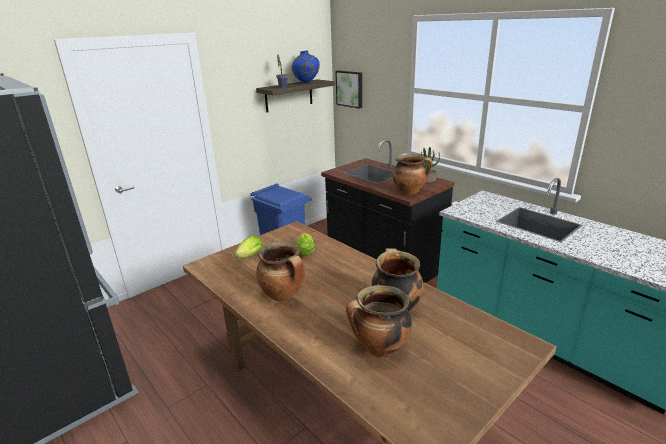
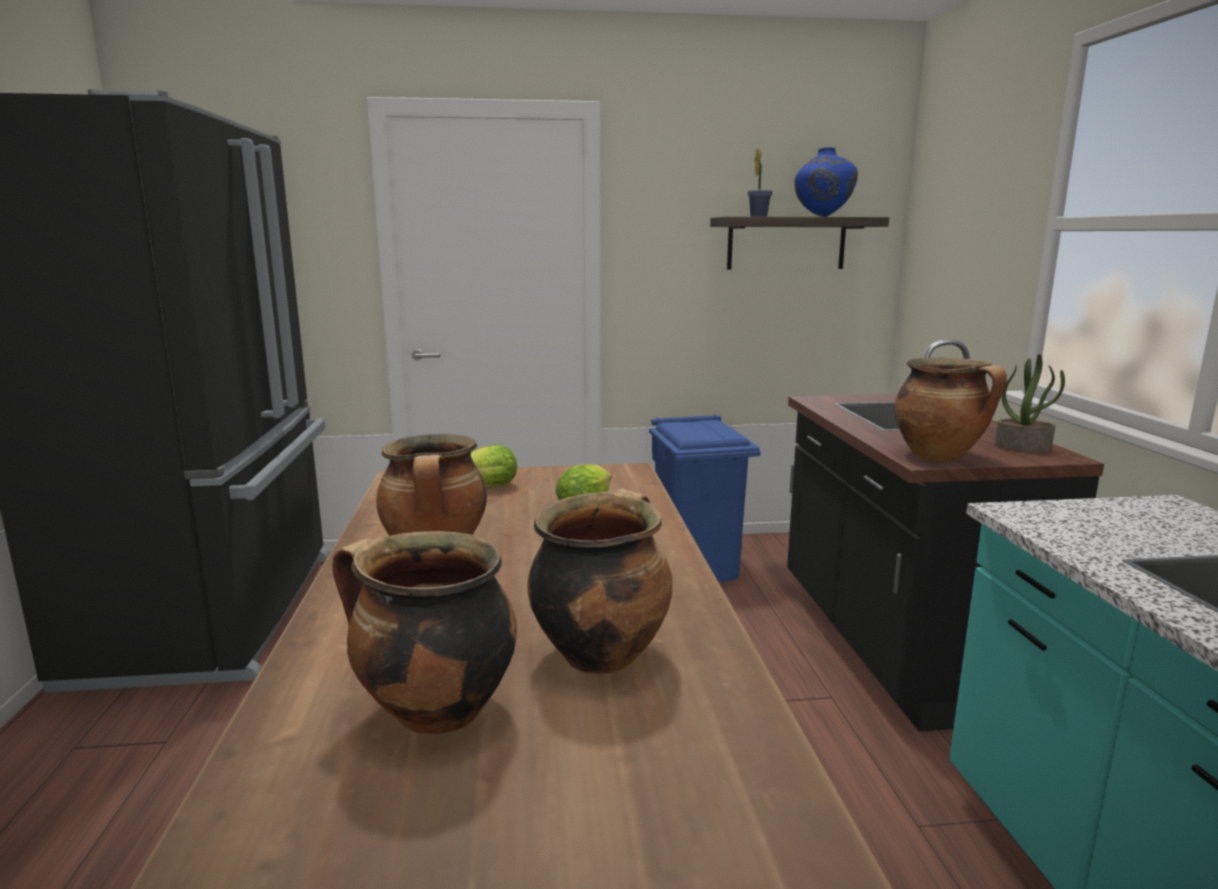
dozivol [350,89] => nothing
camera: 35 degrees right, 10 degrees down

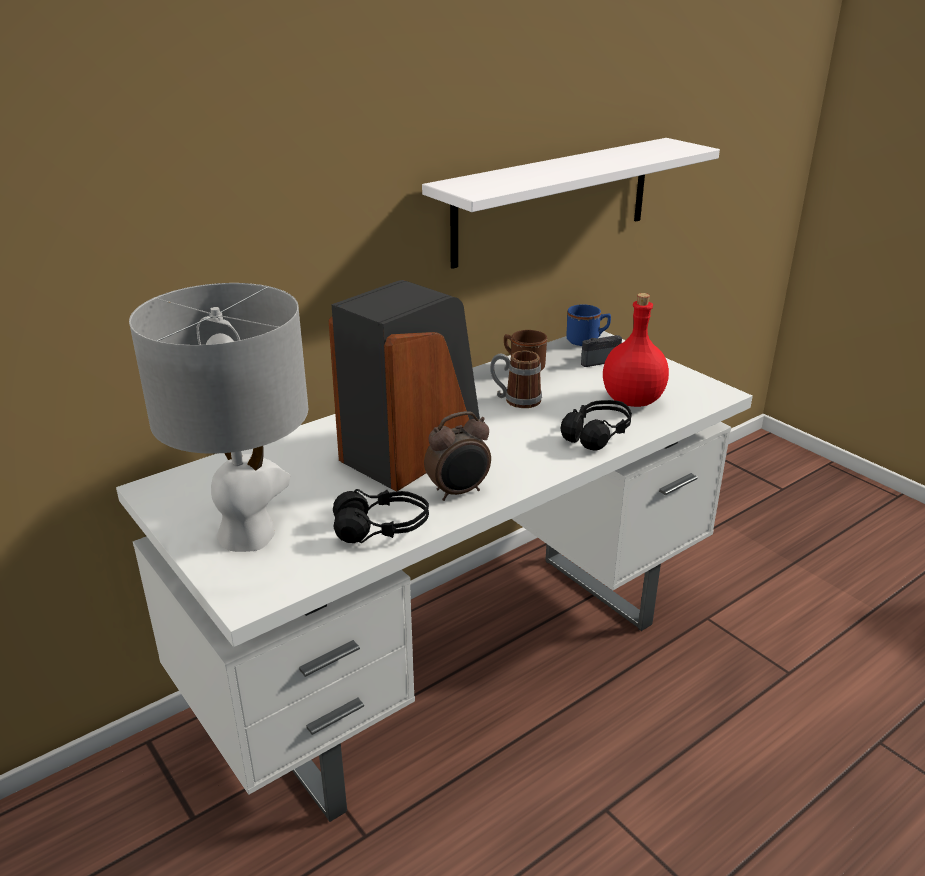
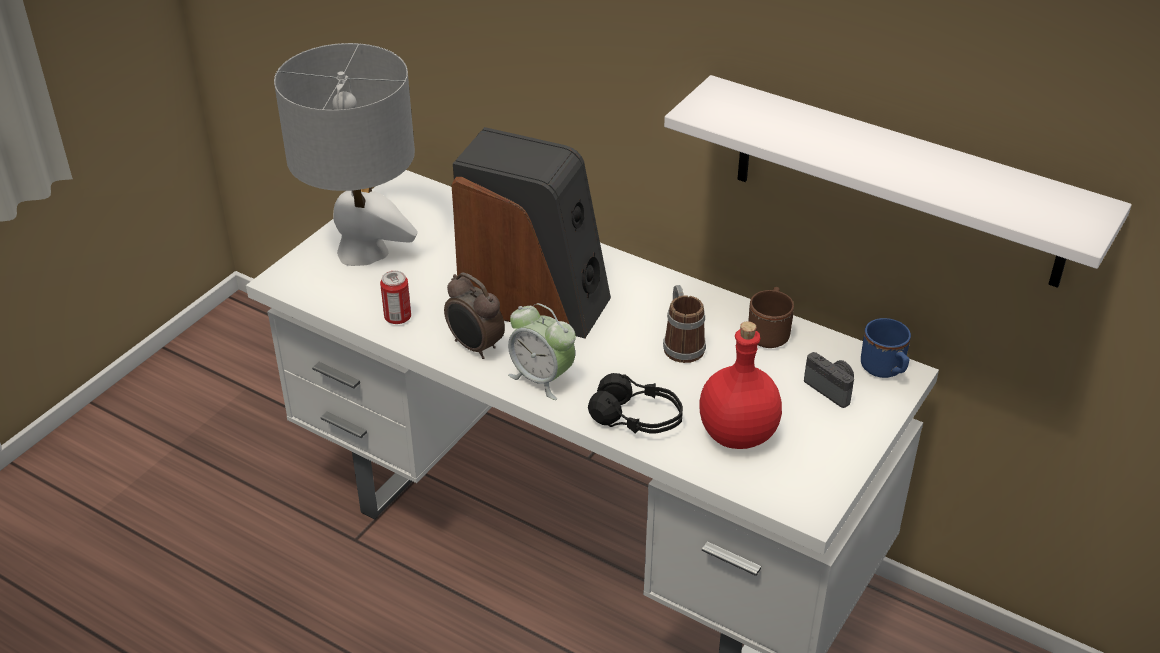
nothing => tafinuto [542,378]
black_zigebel [382,528] => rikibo [398,318]
camera: 70 degrees right, 10 degrees up

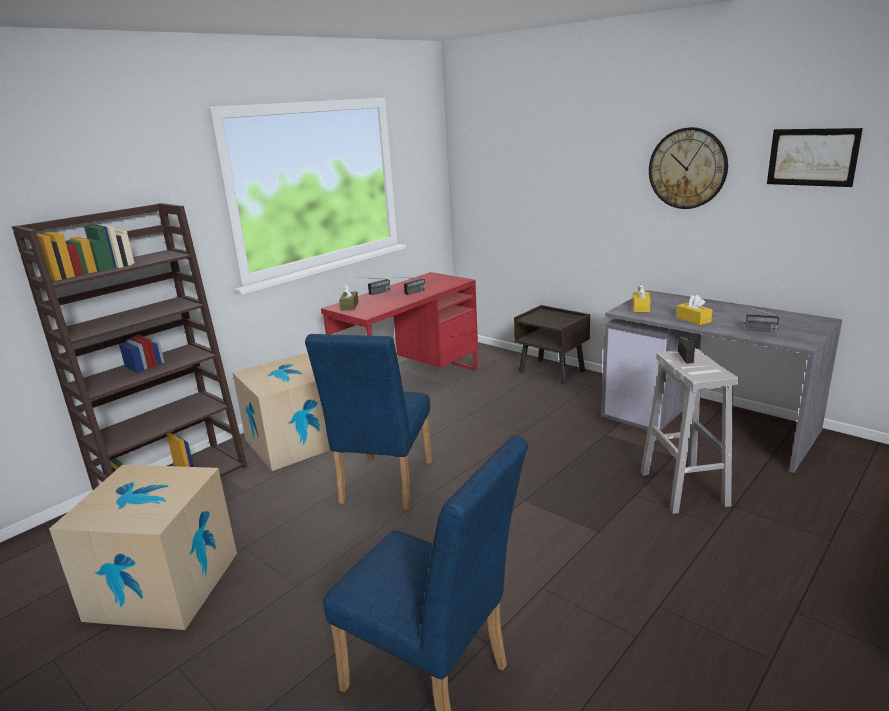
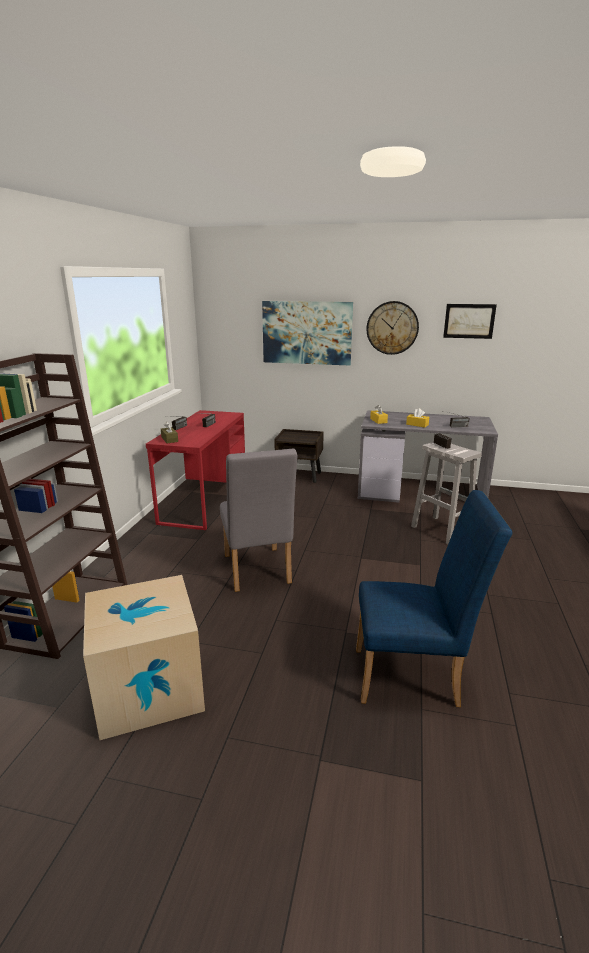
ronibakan [294,442] => nothing
nothing => dozivol [307,333]
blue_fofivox [383,486] => grey_fofivox [257,572]
camera: 30 degrees left, 0 degrees up

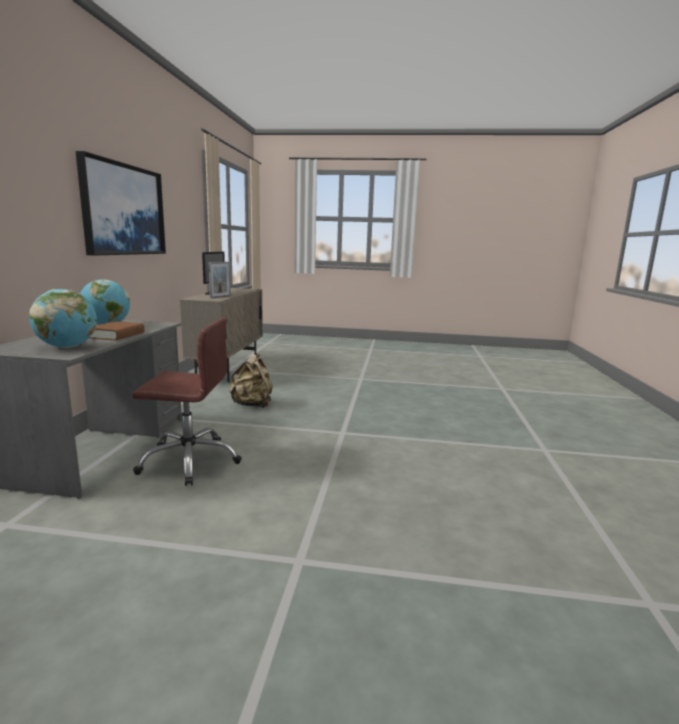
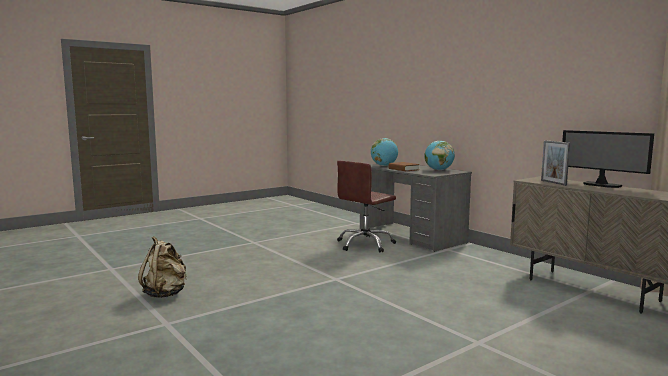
dozivol [124,210] => nothing
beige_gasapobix [252,405] => beige_gasapobix [165,294], moved
camera: 135 degrees right, 5 degrees down

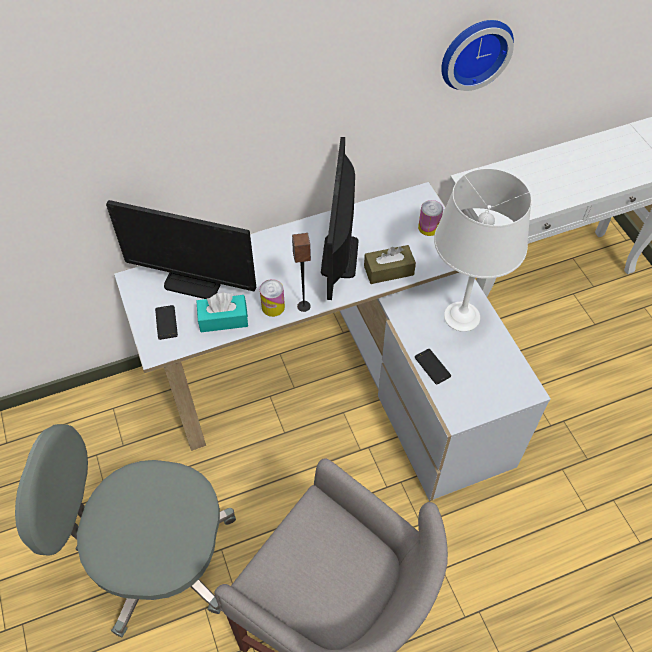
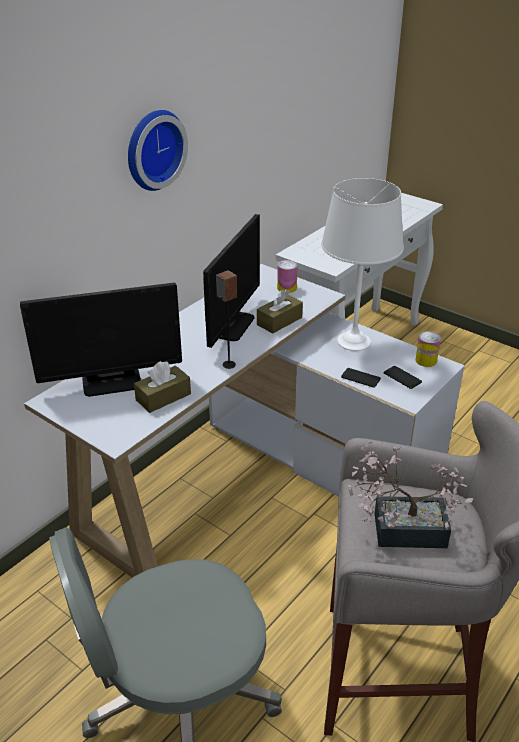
nothing => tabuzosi [400,529]
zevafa [166,322] => zevafa [402,377], moved
rikibo [273,307] => rikibo [426,360], moved
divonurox [474,51] => divonurox [152,149], moved
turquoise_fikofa [223,319] => brown_fikofa [163,397]
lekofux [340,256] => lekofux [231,325], 135 degrees counterclockwise
camera: 30 degrees left, 20 degrees down

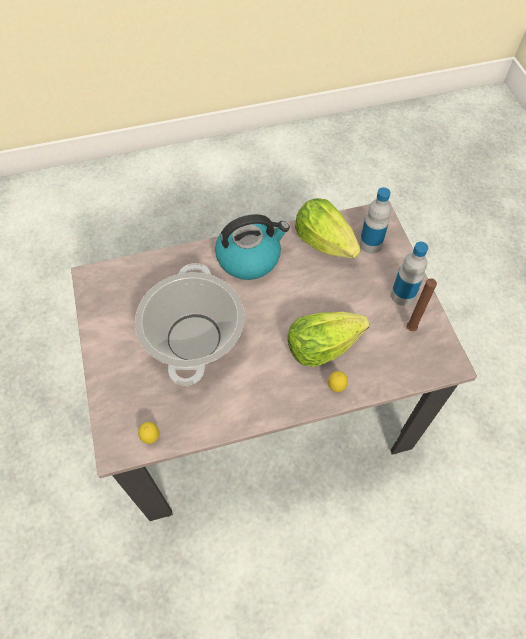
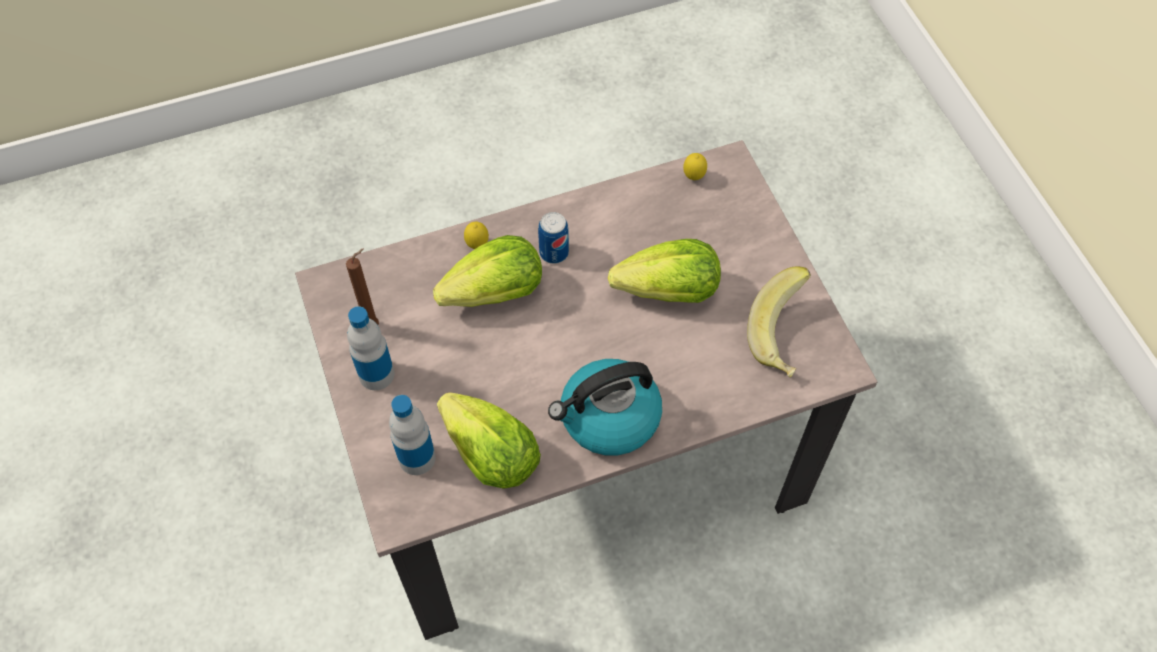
nothing => rikibo [554,253]
nothing => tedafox [783,336]
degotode [193,338] => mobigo [669,292]
camera: 175 degrees right, 0 degrees up

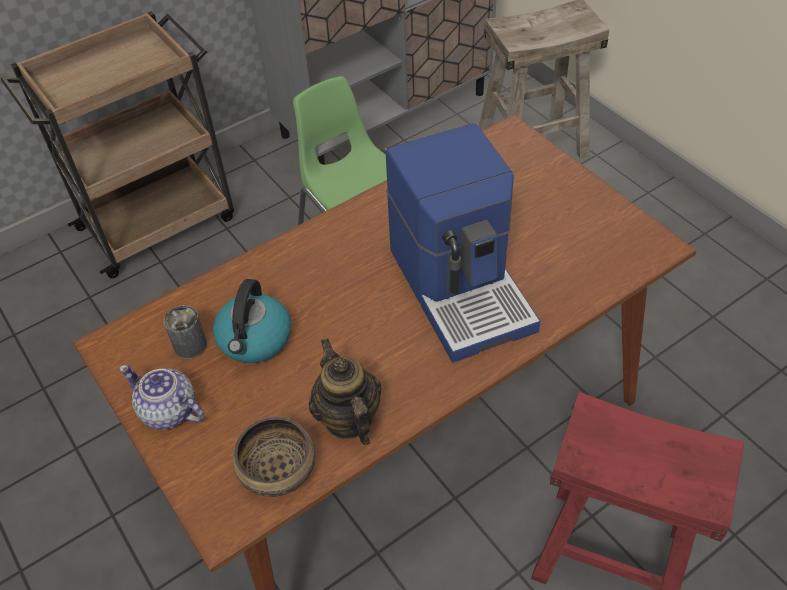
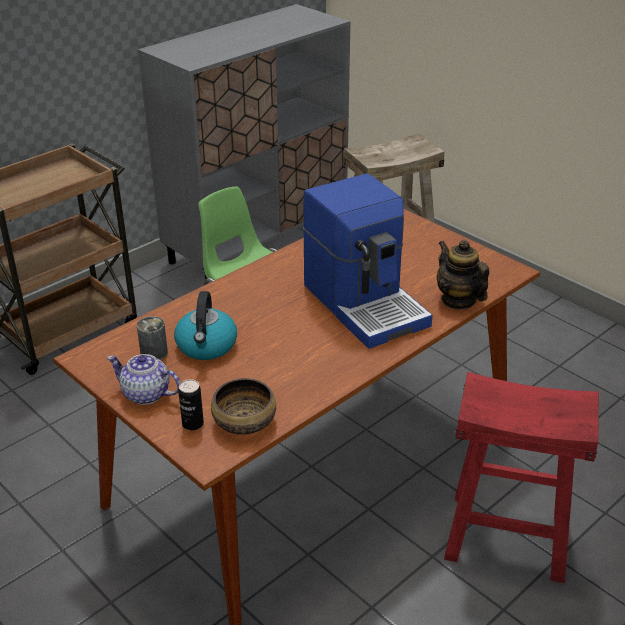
nothing => rikibo [193,424]
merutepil [348,418] => merutepil [458,300], moved
camera: 10 degrees left, 15 degrees down

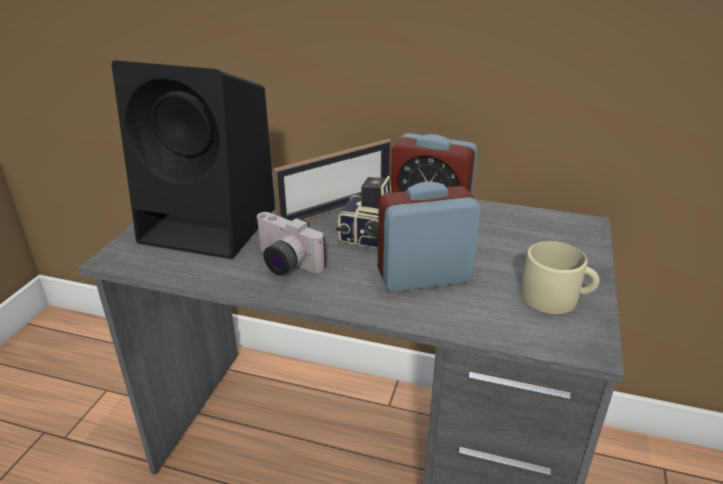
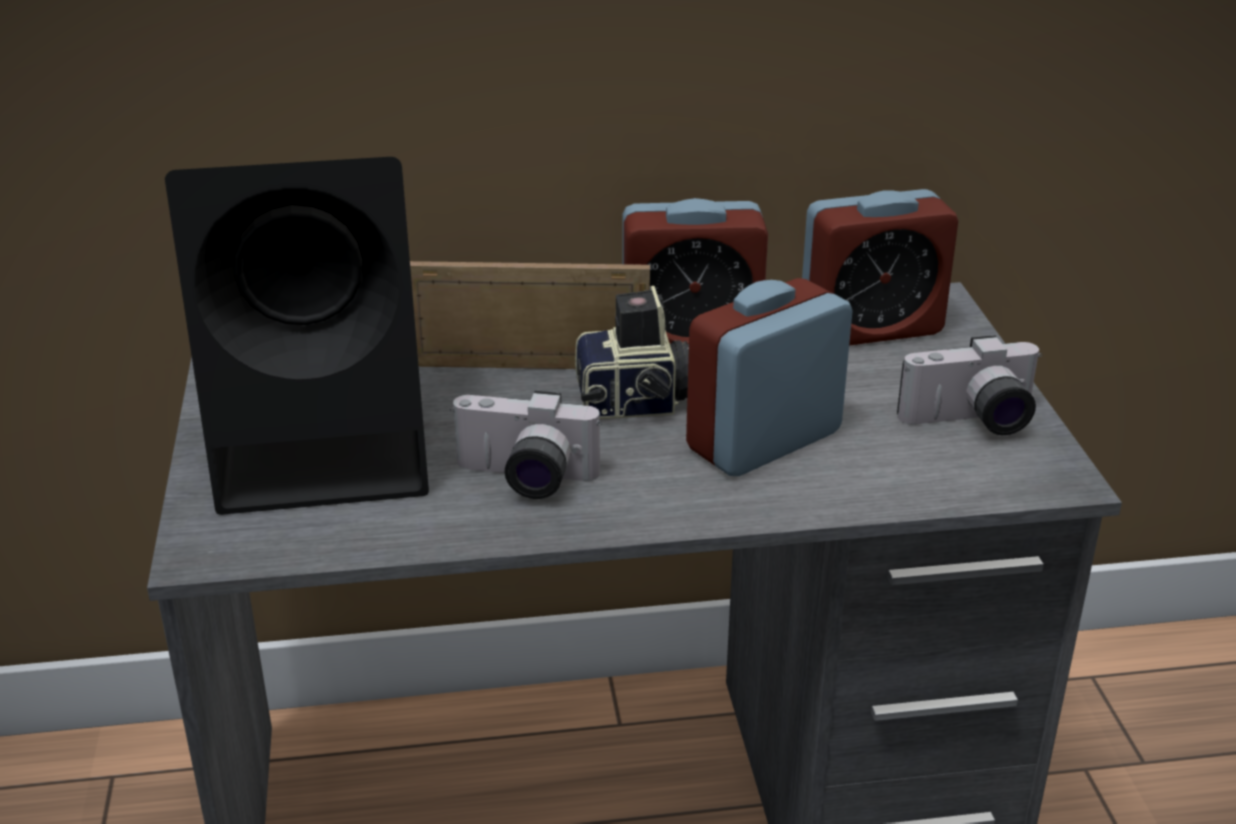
nothing => tafinuto [870,328]
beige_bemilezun [556,298] => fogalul [972,422]
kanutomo [336,208] => kanutomo [528,365], 120 degrees counterclockwise
camera: 25 degrees left, 0 degrees up

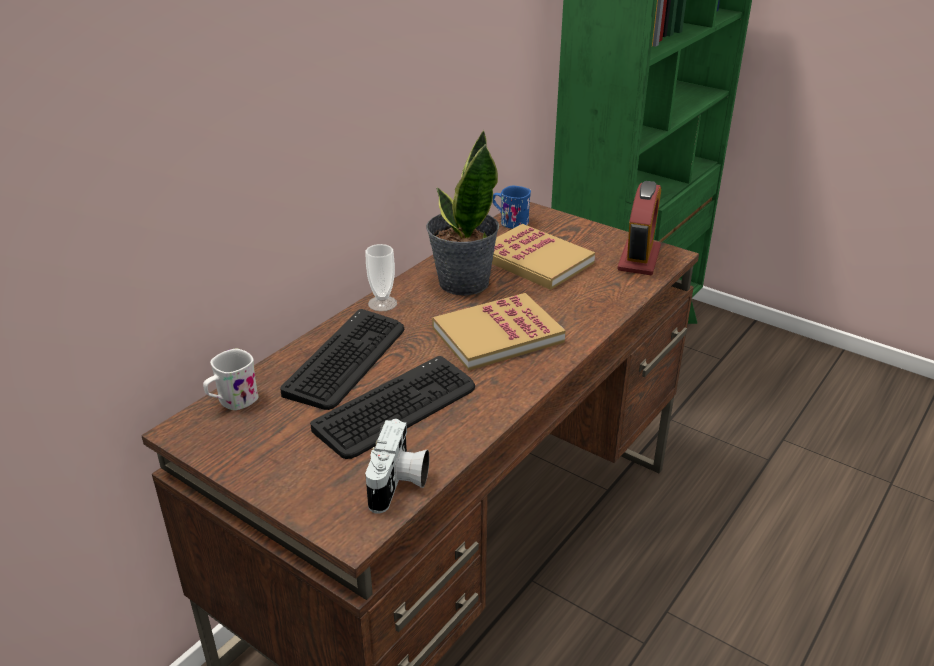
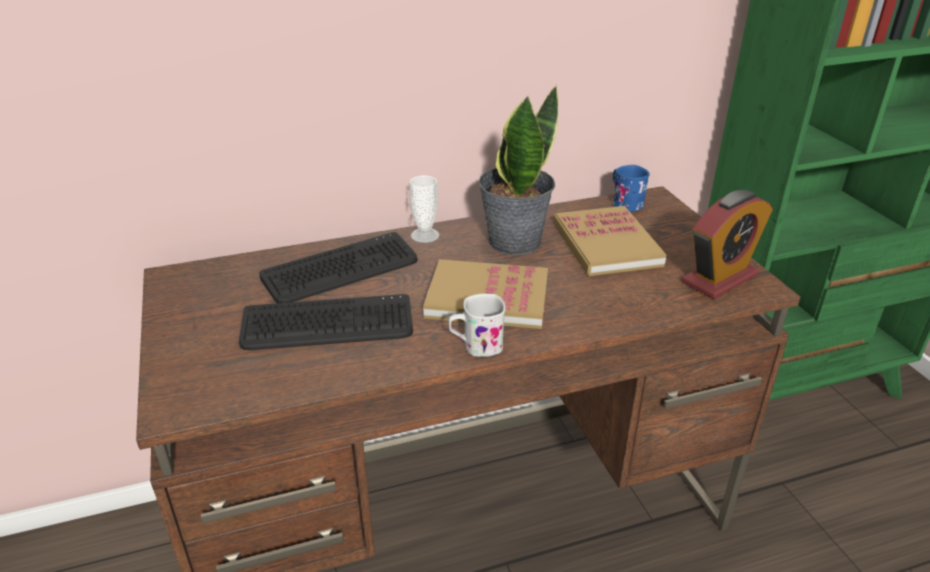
fogalul [399,484] => nothing
white_bemilezun [232,402] => white_bemilezun [476,346], moved
camera: 35 degrees right, 0 degrees up

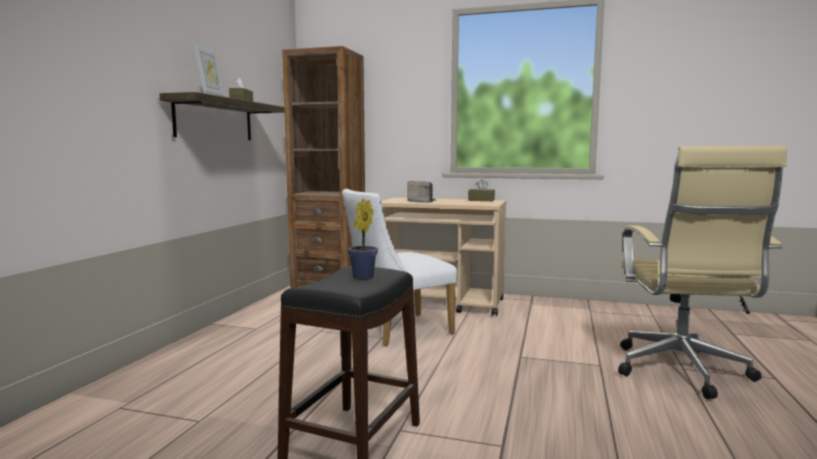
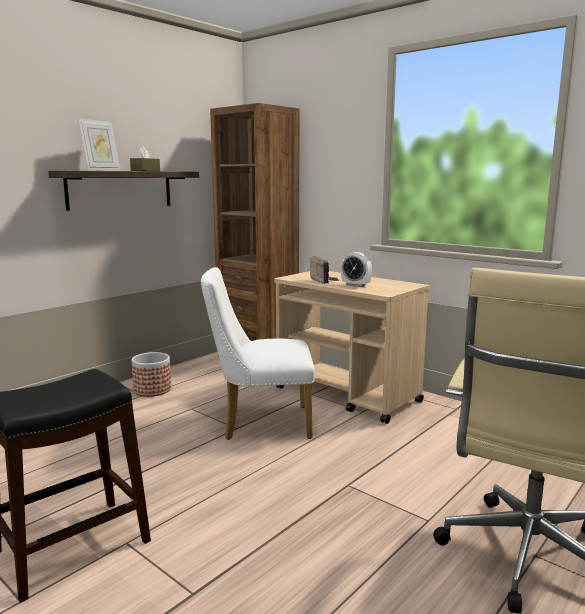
tabuzosi [361,278] => nothing
brown_fikofa [481,200] => nothing
nothing => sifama [152,389]
nothing => tafinuto [355,285]
camera: 25 degrees right, 5 degrees up

